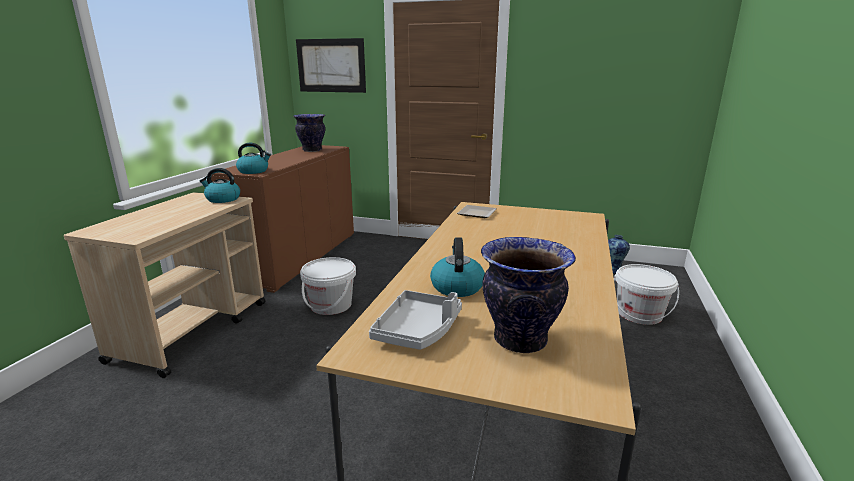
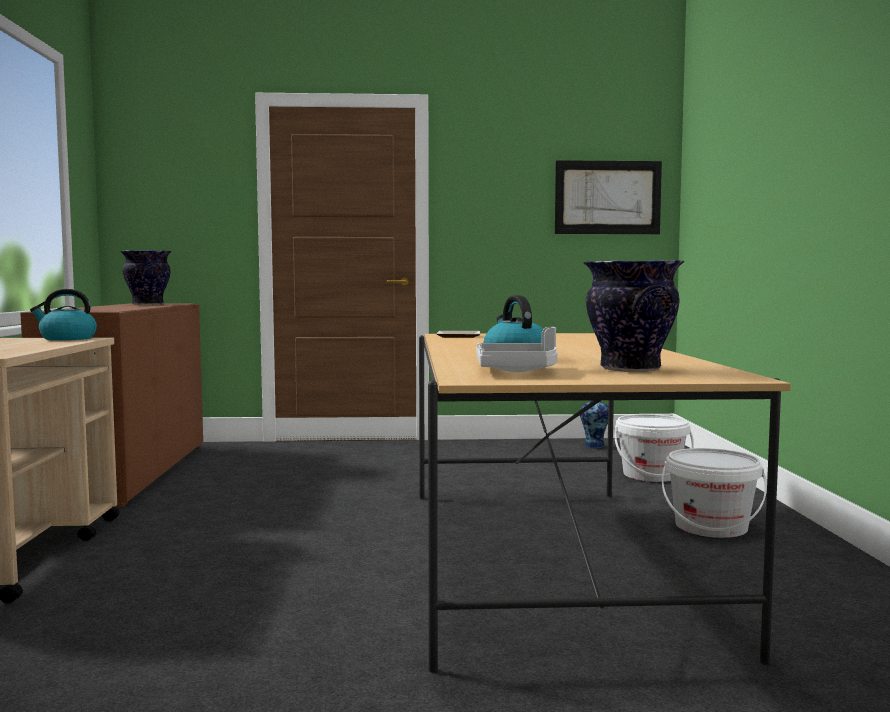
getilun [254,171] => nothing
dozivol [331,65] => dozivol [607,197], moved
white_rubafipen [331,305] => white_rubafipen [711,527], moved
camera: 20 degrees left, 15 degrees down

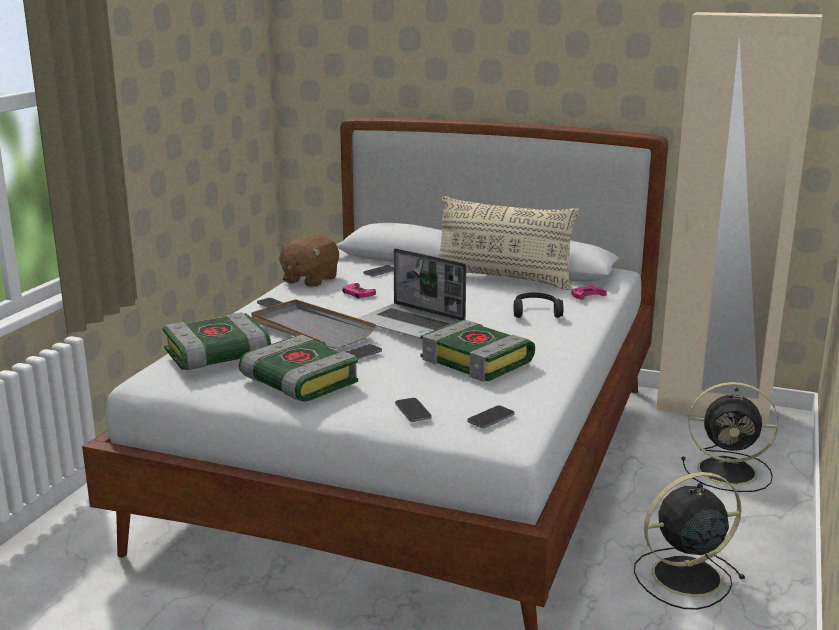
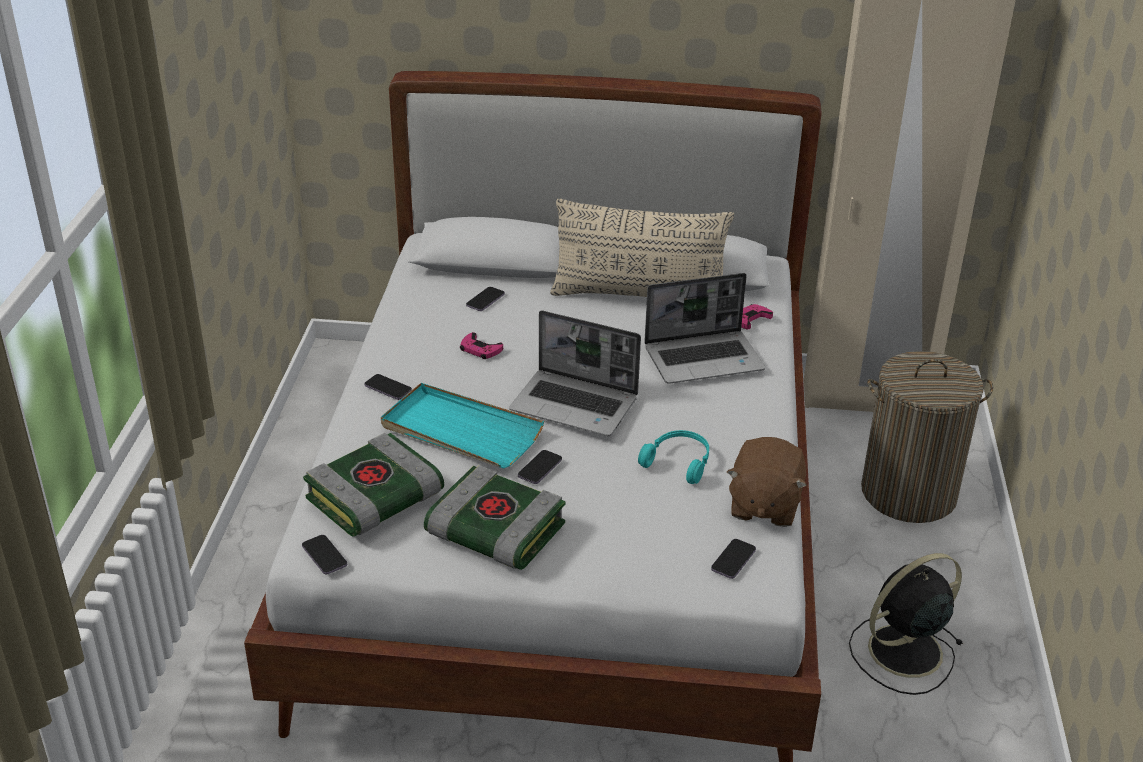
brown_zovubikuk [309,280] => brown_zovubikuk [763,505], moved
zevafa [413,411] => zevafa [324,556], moved
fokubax [478,361] => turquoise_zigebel [679,462]
black_zigebel [535,311] => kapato [704,358]
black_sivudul [729,471] => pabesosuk [909,493]
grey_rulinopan [310,328] => turquoise_rulinopan [460,431]
camera: 15 degrees left, 15 degrees up

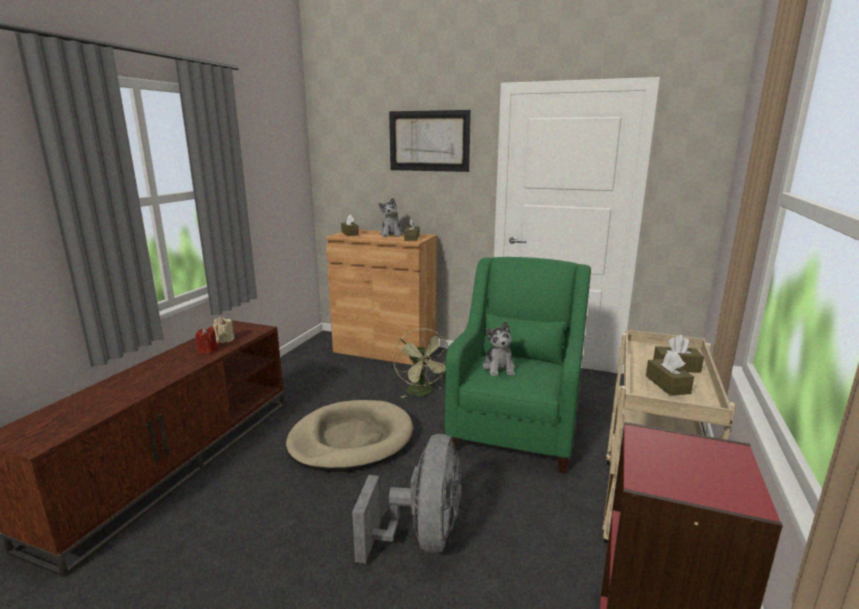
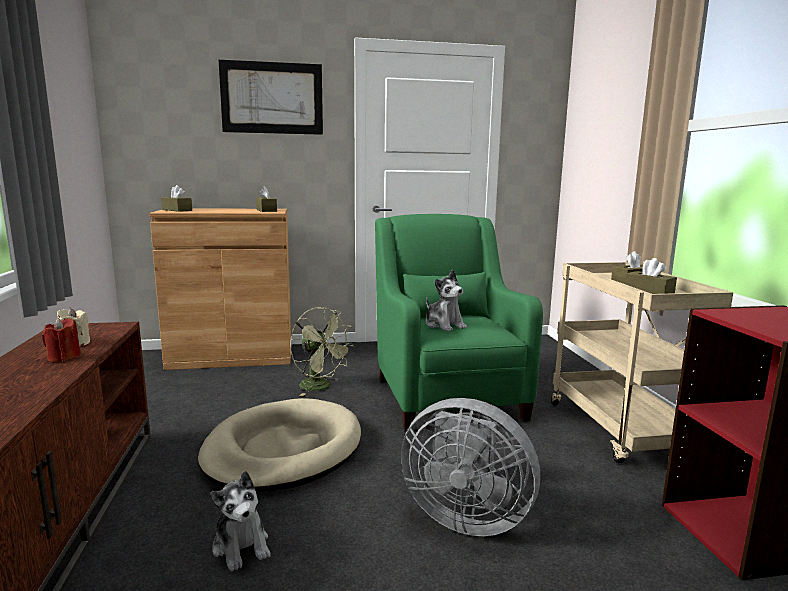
zovubikuk [391,234] => zovubikuk [241,546], moved
grey_sivudul [422,537] => grey_sivudul [465,516], 135 degrees clockwise
camera: 30 degrees left, 5 degrees down

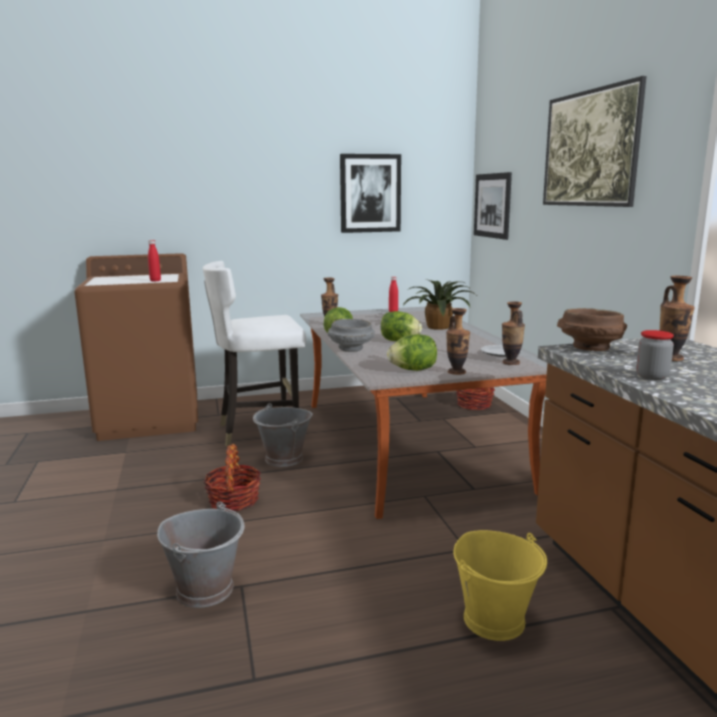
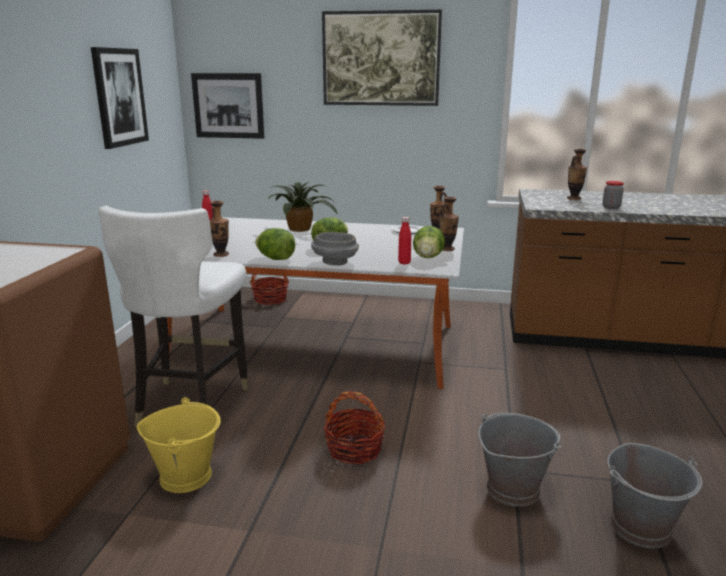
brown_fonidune [589,348] => nothing
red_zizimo [155,281] => red_zizimo [404,263], moved
grey_rubafipen [284,459] => grey_rubafipen [641,527], moved
yellow_rubafipen [495,620] => yellow_rubafipen [186,476], moved
camera: 65 degrees left, 5 degrees up

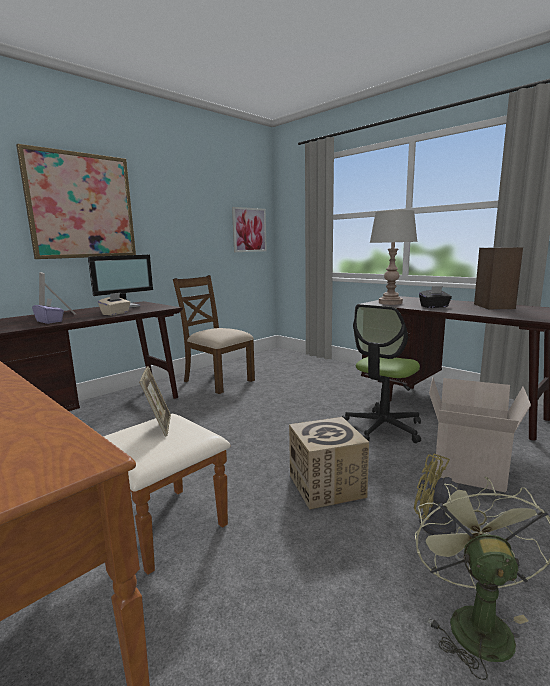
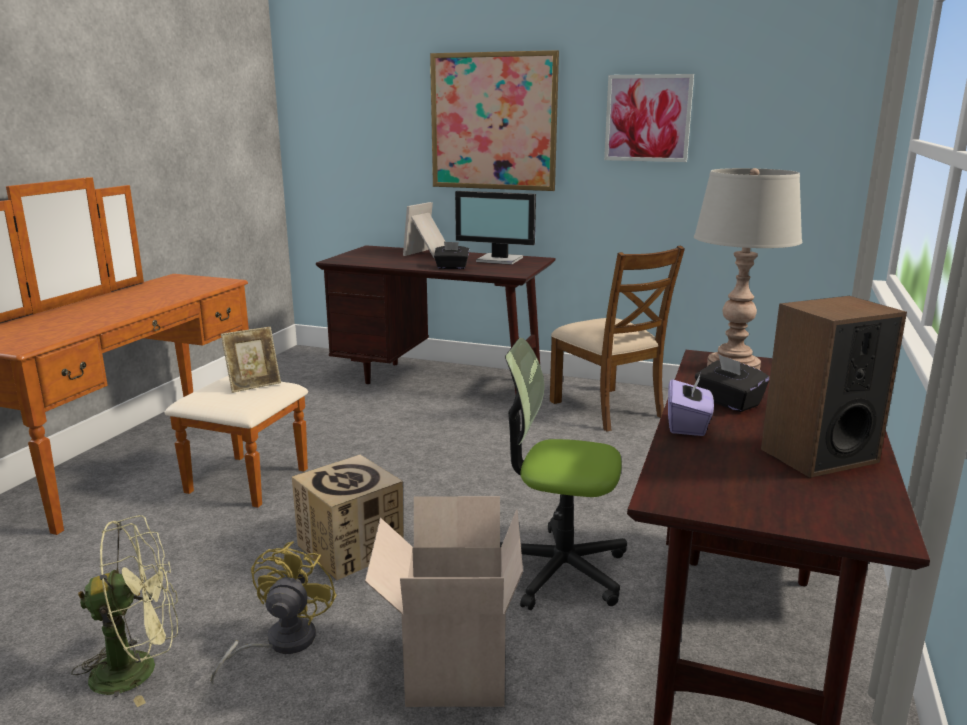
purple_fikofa [50,321] => purple_fikofa [688,425], moved
dozivol [249,230] => dozivol [648,118], moved
beige_fikofa [115,313] => black_fikofa [451,267]
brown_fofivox [217,381] => brown_fofivox [608,409], 135 degrees clockwise
camera: 65 degrees right, 5 degrees up

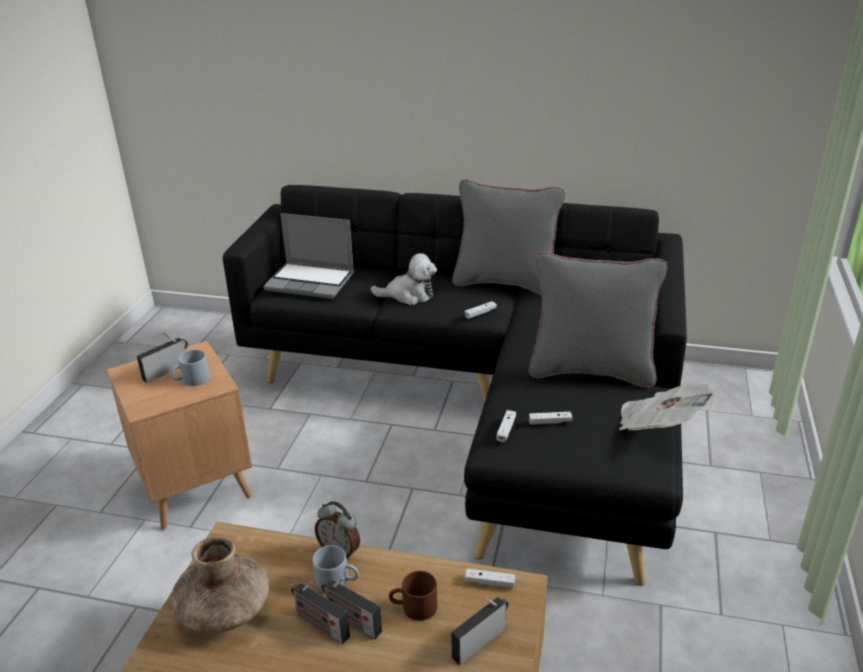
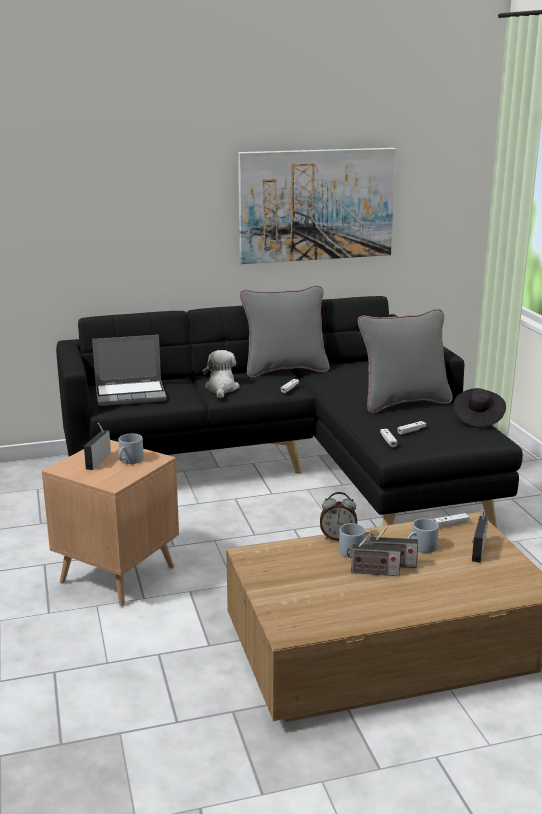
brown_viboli [224,609] => nothing
nothing => dozivol [316,205]
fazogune [659,426] => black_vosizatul [477,418]
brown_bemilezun [413,608] => grey_bemilezun [420,548]
zovubikuk [408,295] => zovubikuk [221,389], 60 degrees counterclockwise
camera: 30 degrees left, 10 degrees down

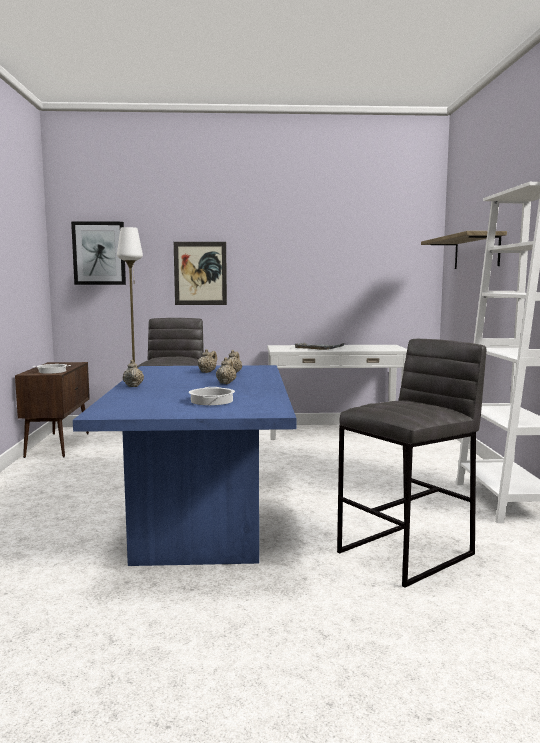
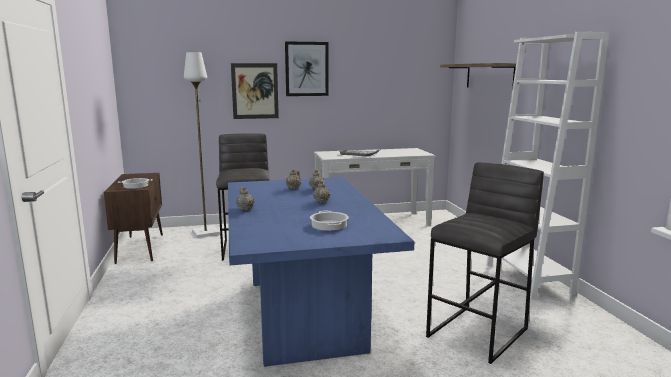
dozivol [99,253] => dozivol [306,69], moved
camera: 10 degrees left, 5 degrees up

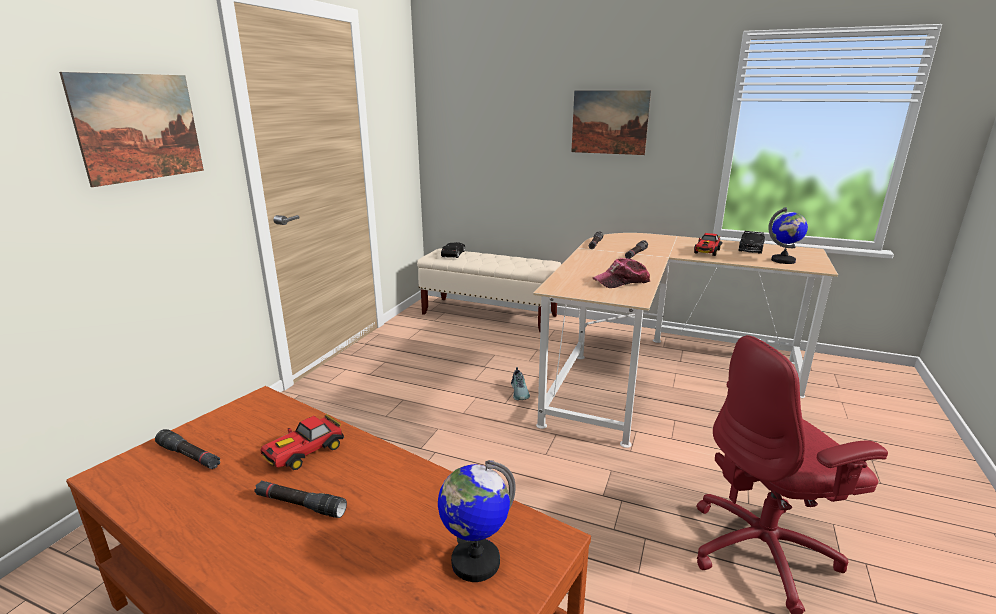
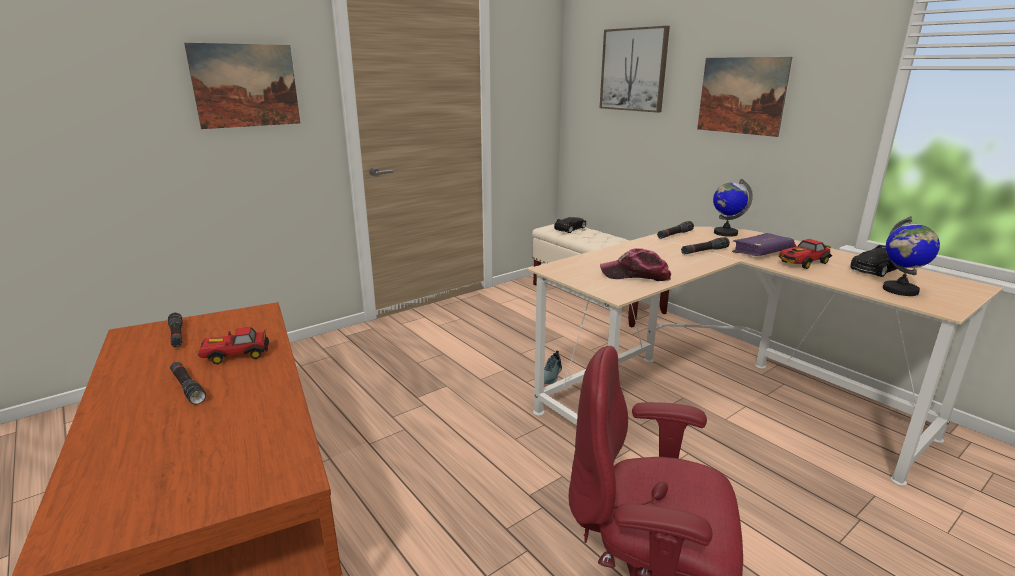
nothing => dozivol [633,70]
nothing => purple_fokubax [761,252]
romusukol [475,561] => romusukol [725,233], moved
camera: 30 degrees right, 0 degrees up

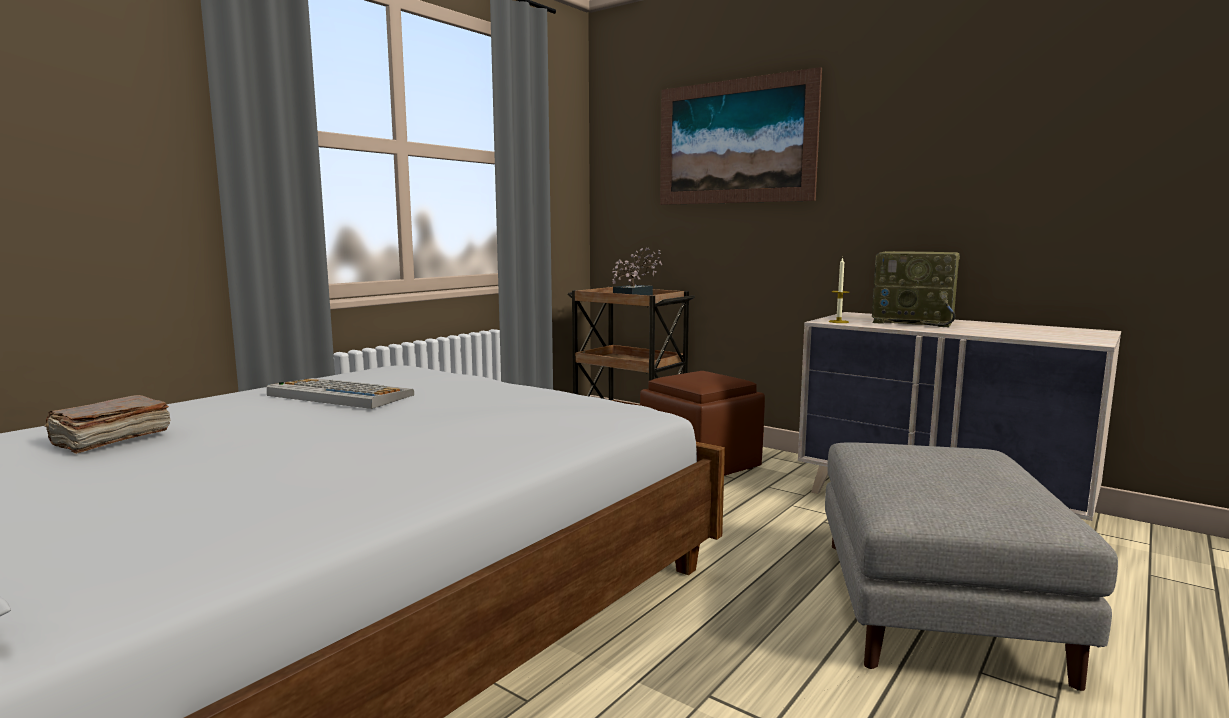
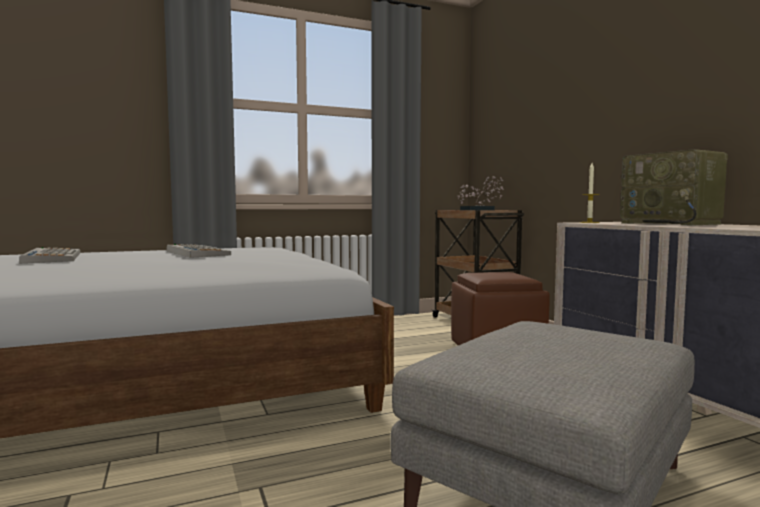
dozivol [735,142] => nothing
brown_fokubax [110,440] => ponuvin [52,257]
camera: 30 degrees right, 5 degrees down

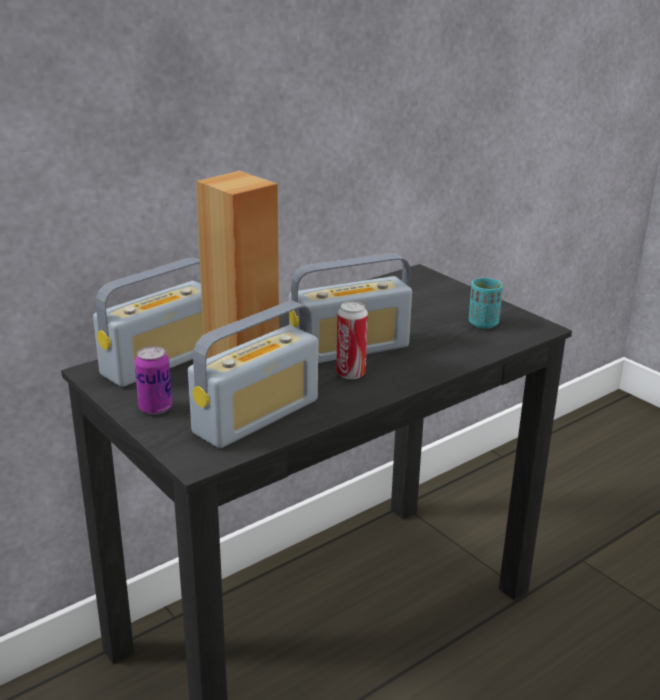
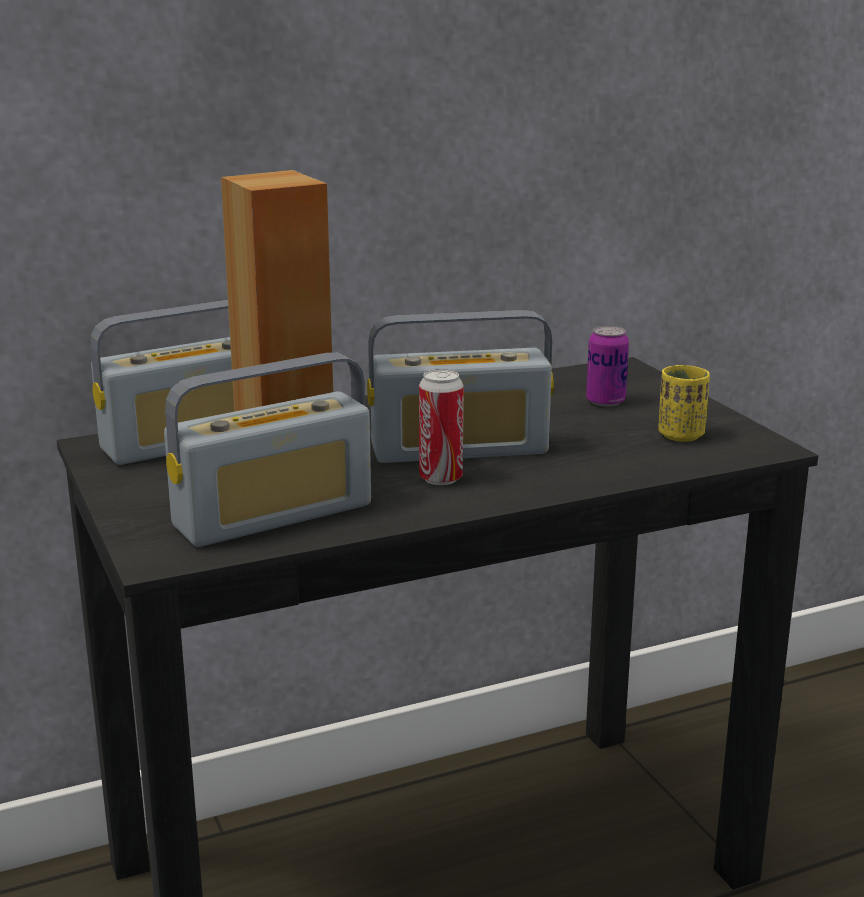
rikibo [155,408] => rikibo [605,401], moved
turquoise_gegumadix [483,324] => yellow_gegumadix [681,435]
camera: 15 degrees right, 5 degrees down

